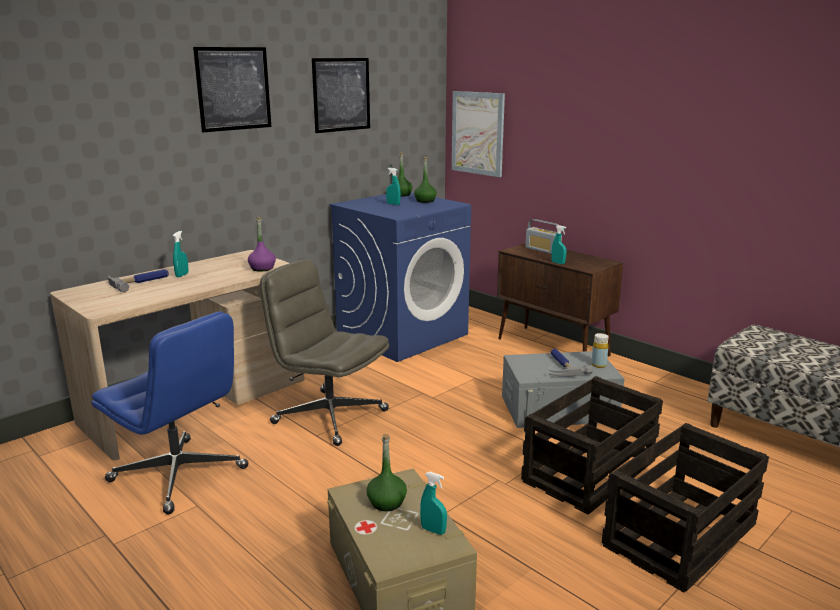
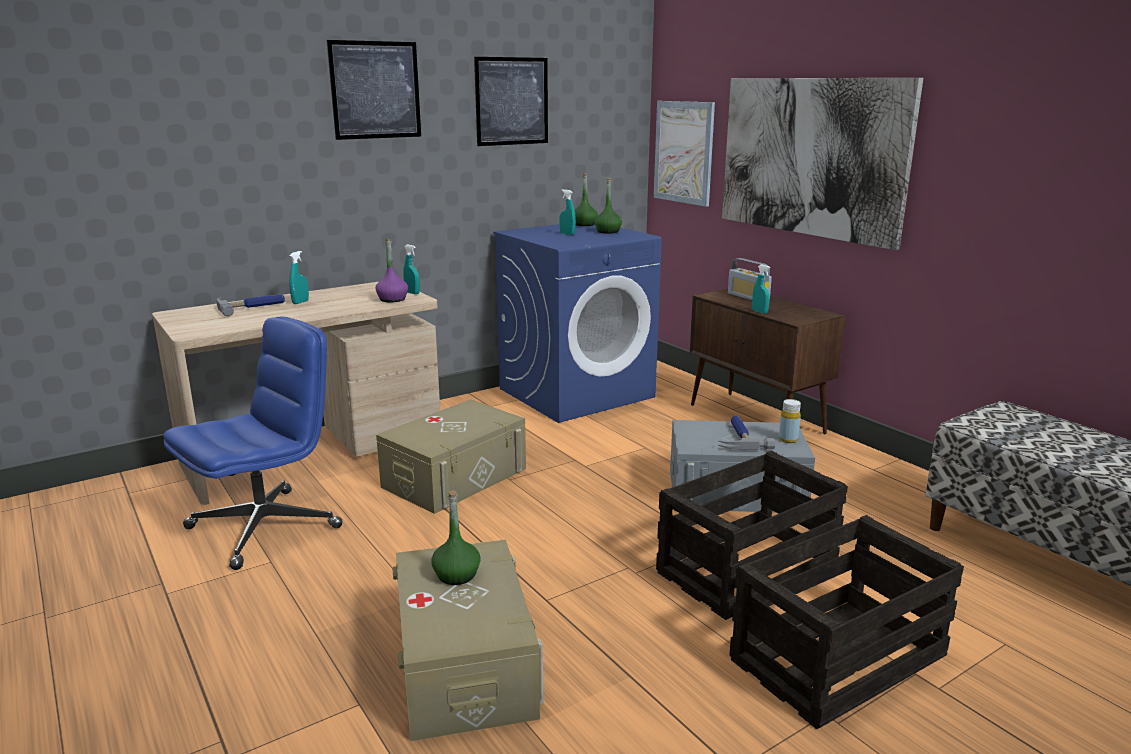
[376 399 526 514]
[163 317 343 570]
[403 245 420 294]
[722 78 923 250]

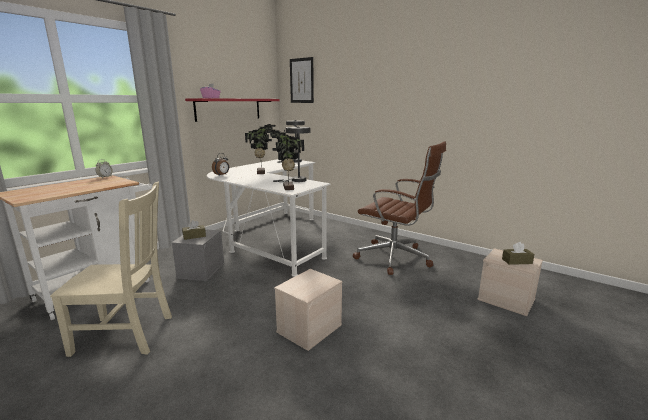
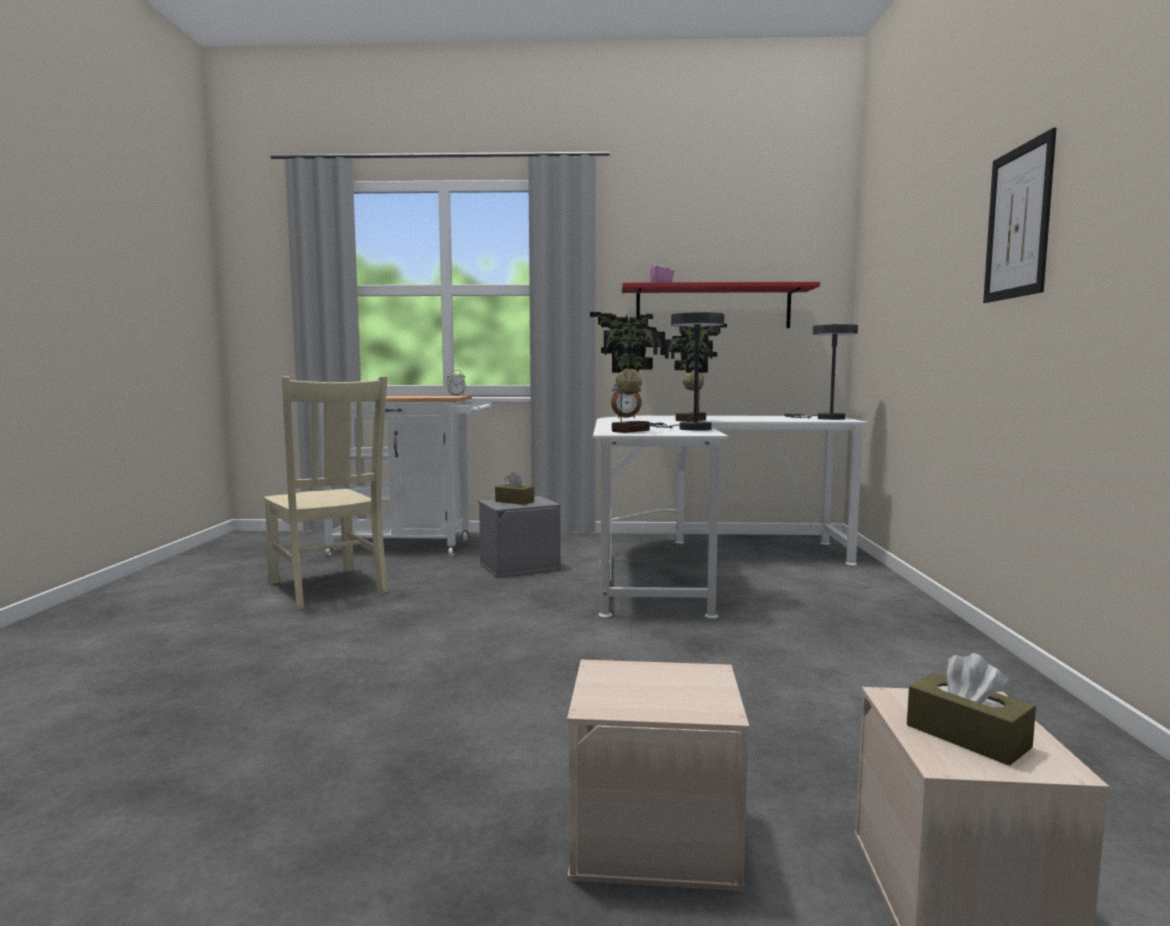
[983 128 1056 303]
[353 141 446 275] (first image)
[567 660 749 891]

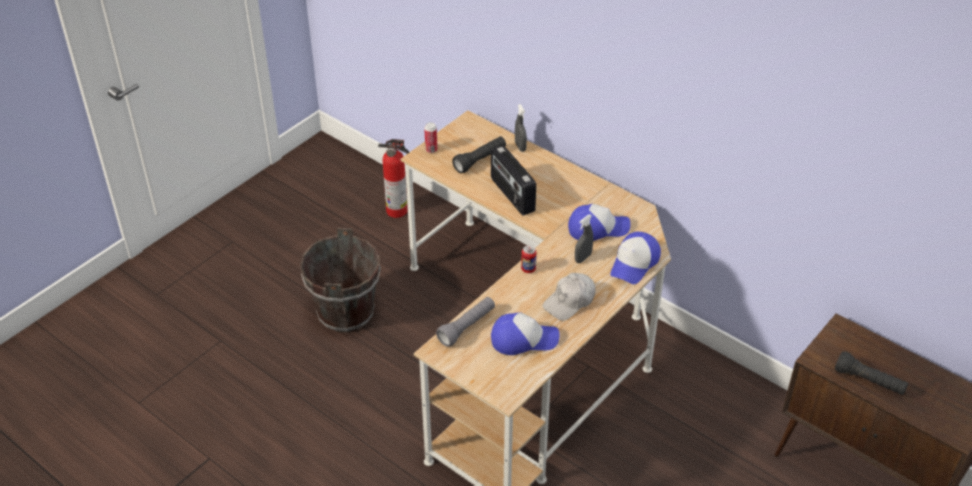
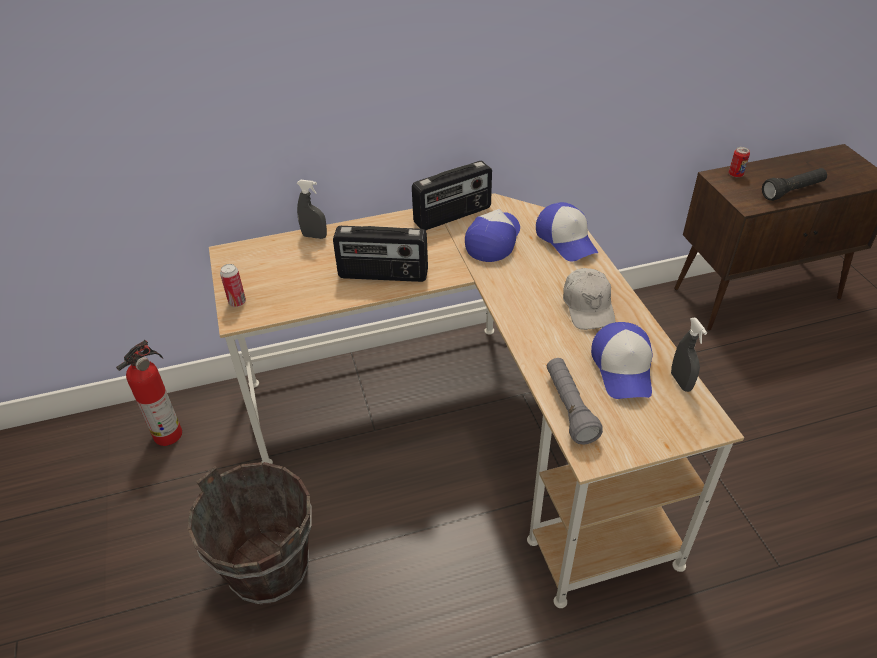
[452 136 506 173] (first image)
[671 318 707 392]
[728 147 750 177]
[591 322 652 399]
[412 161 492 231]

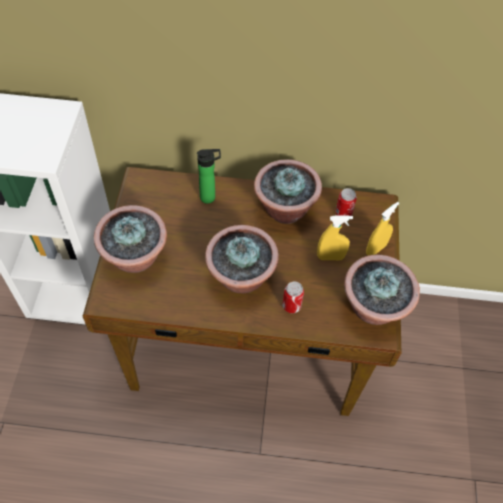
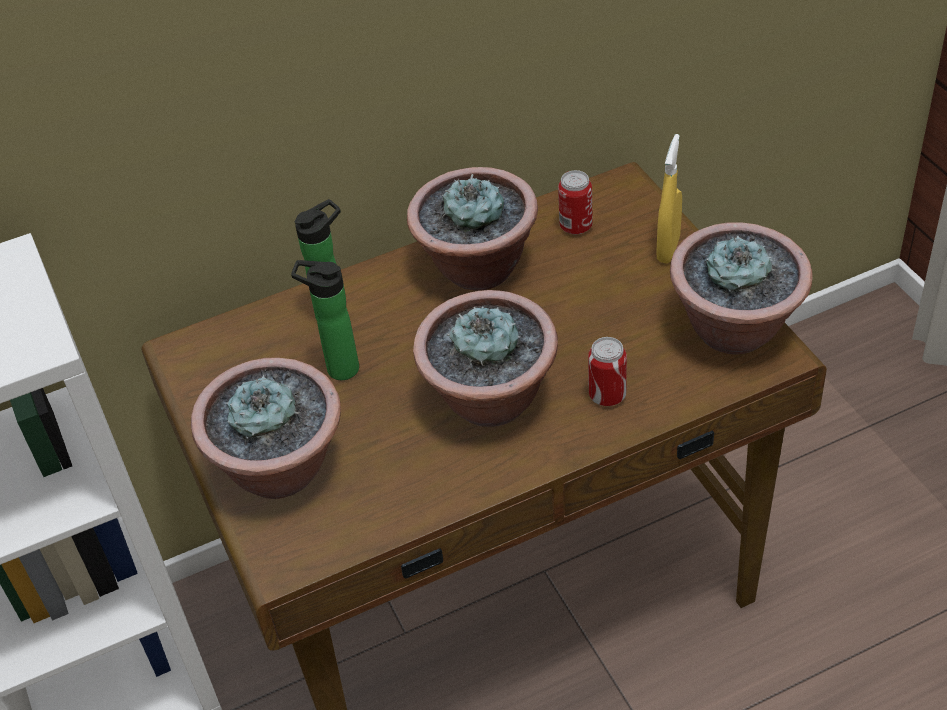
[317 215 353 260] (first image)
[291 260 359 380]

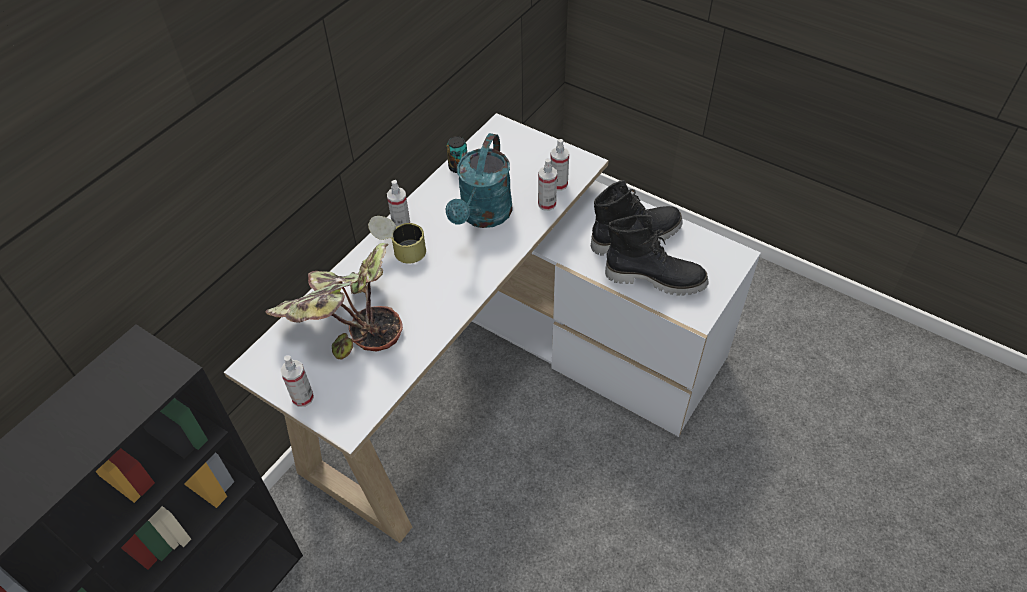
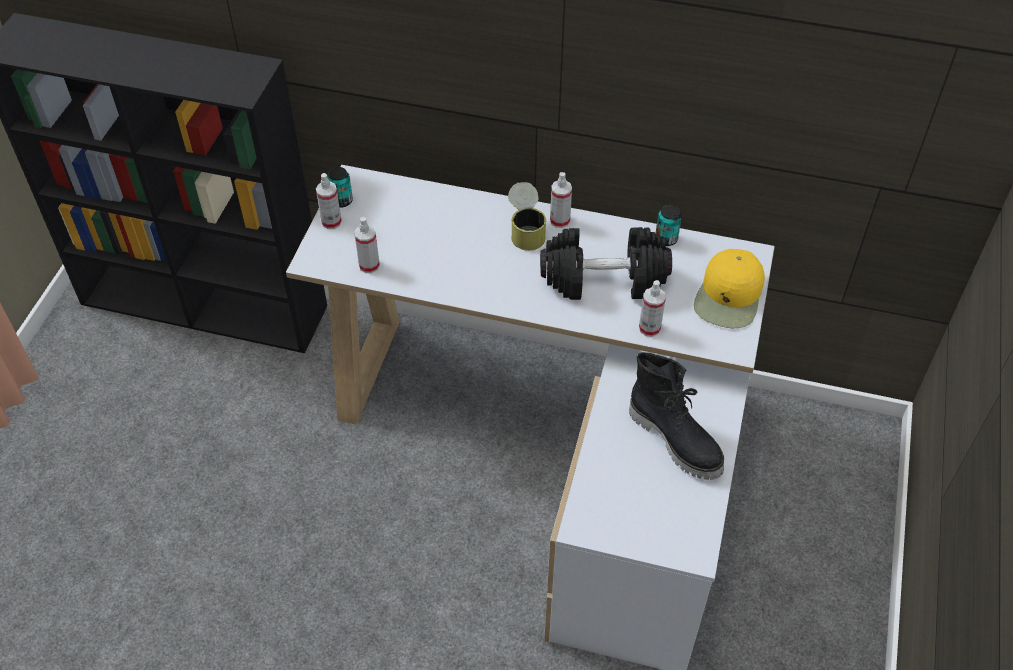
[540 227 672 300]
[354 217 380 273]
[605 215 709 296] (first image)
[265 243 403 359] (first image)
[327 167 353 208]
[694 249 765 328]

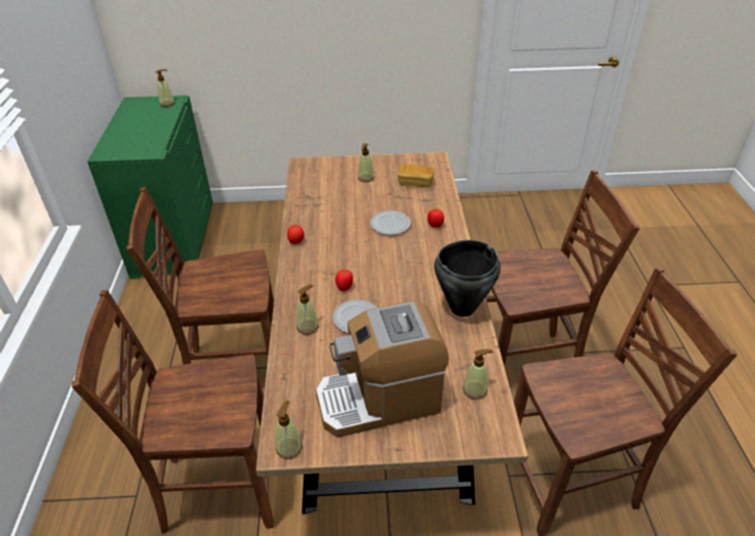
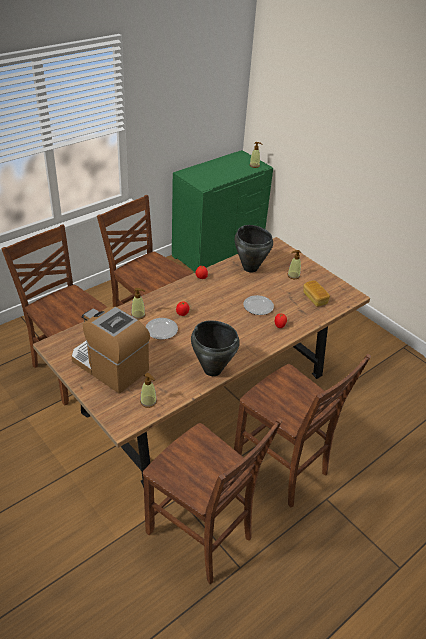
[275 401 302 459] (first image)
[234 225 273 272]

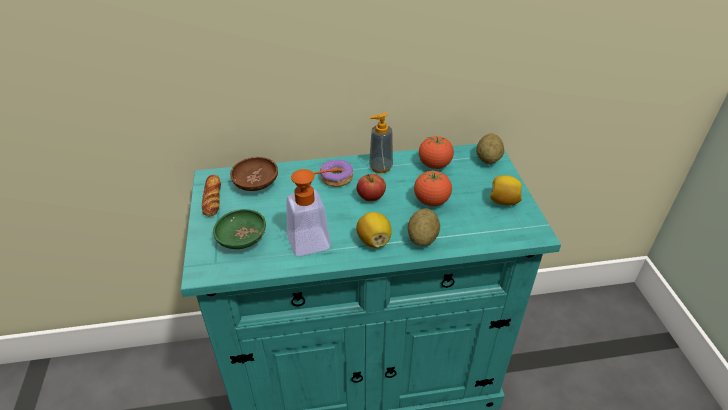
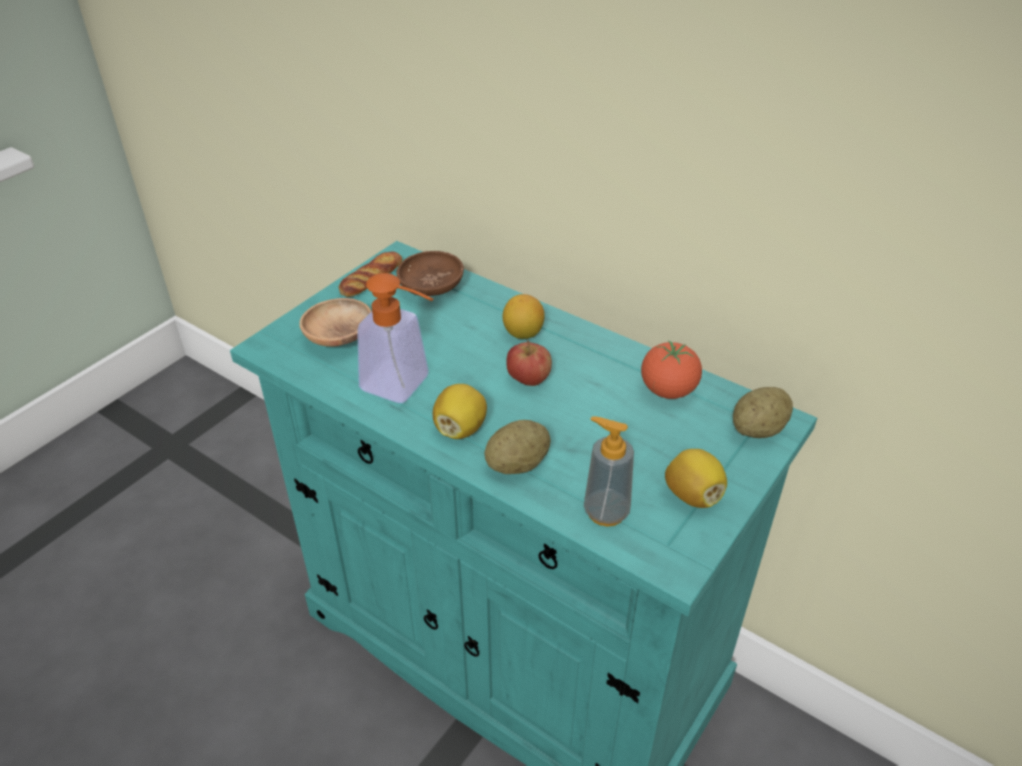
[584 416 634 527]
[502 294 545 339]
[414 170 452 206] (first image)
[299 298 372 347]

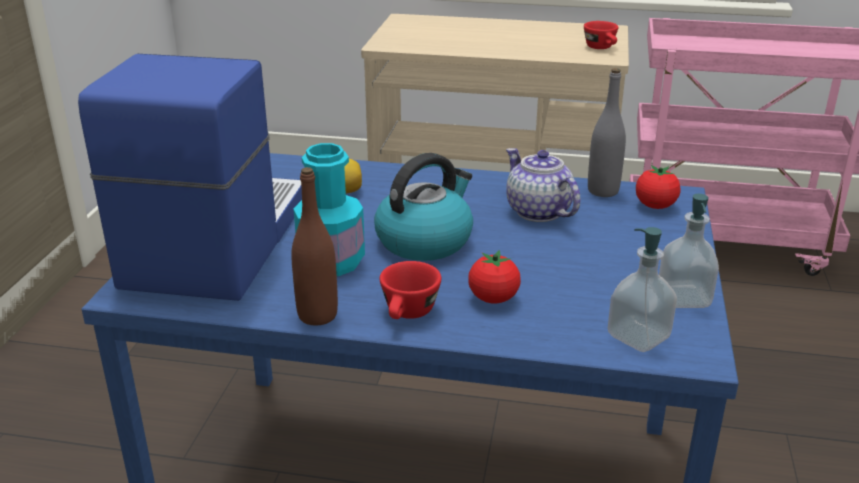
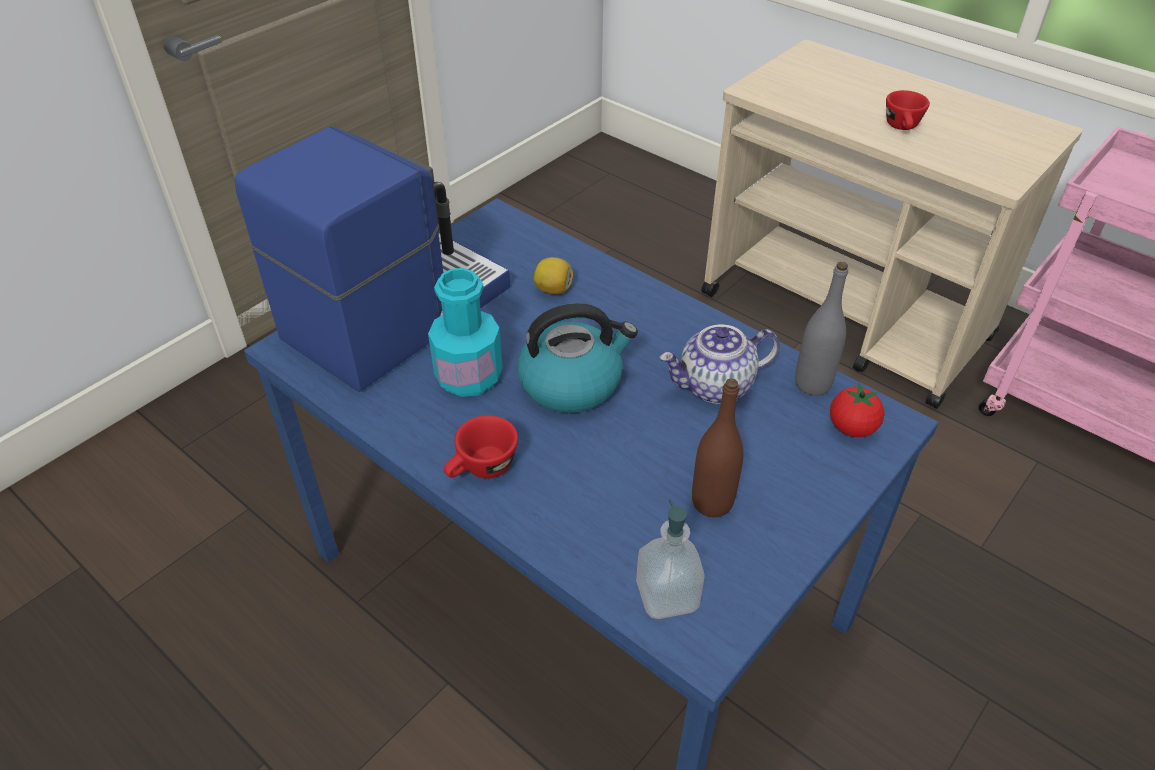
[886 90 930 130]
[660 325 780 404]
[692 379 744 517]
[659 194 719 308] (first image)
[468 250 521 303] (first image)

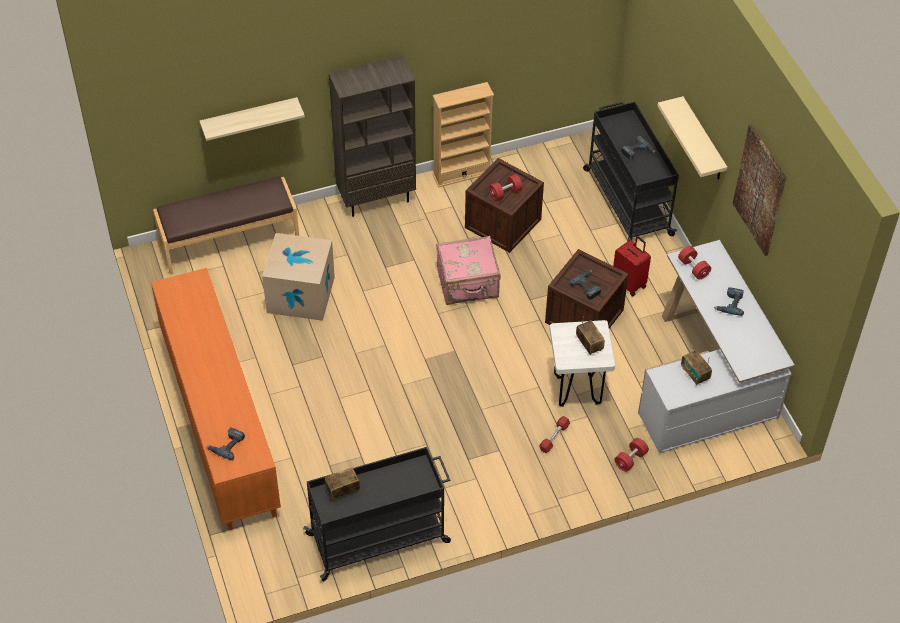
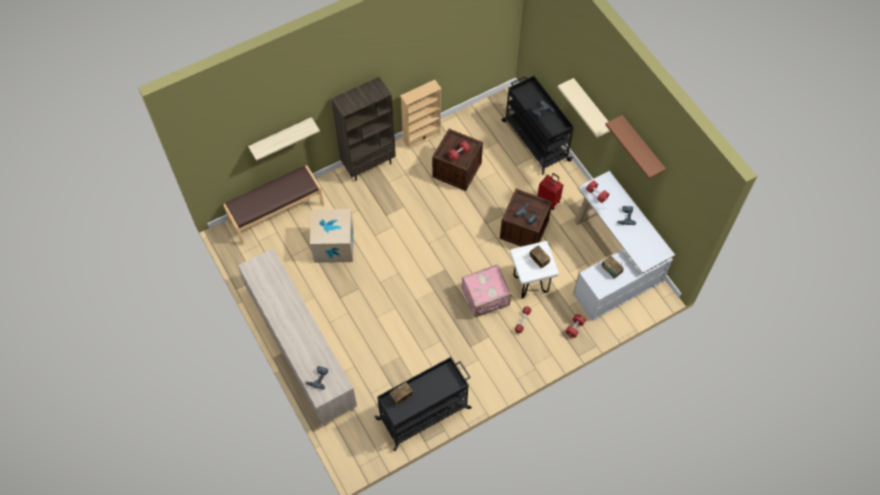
[605 115 666 179]
[462 264 512 317]
[238 248 357 426]

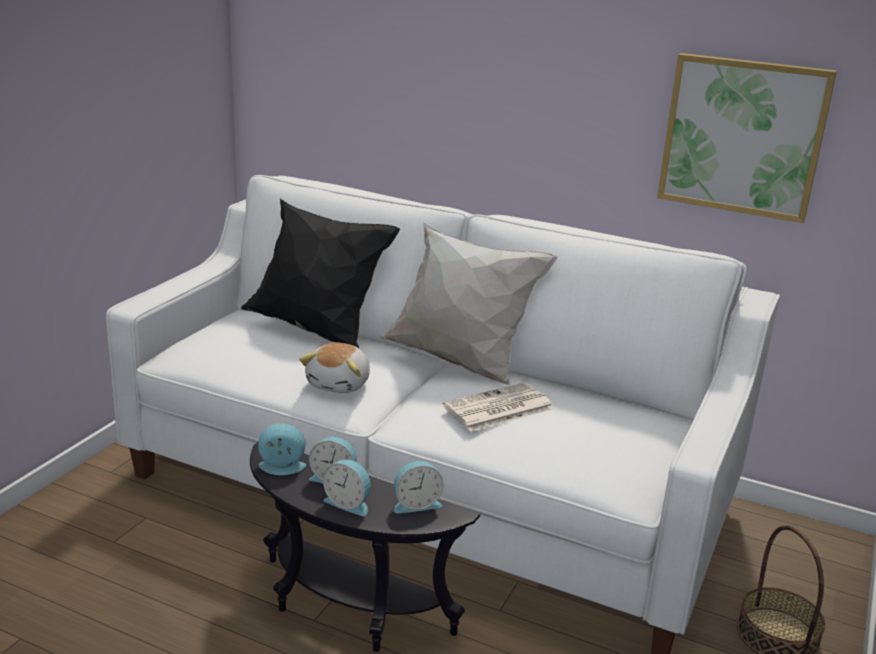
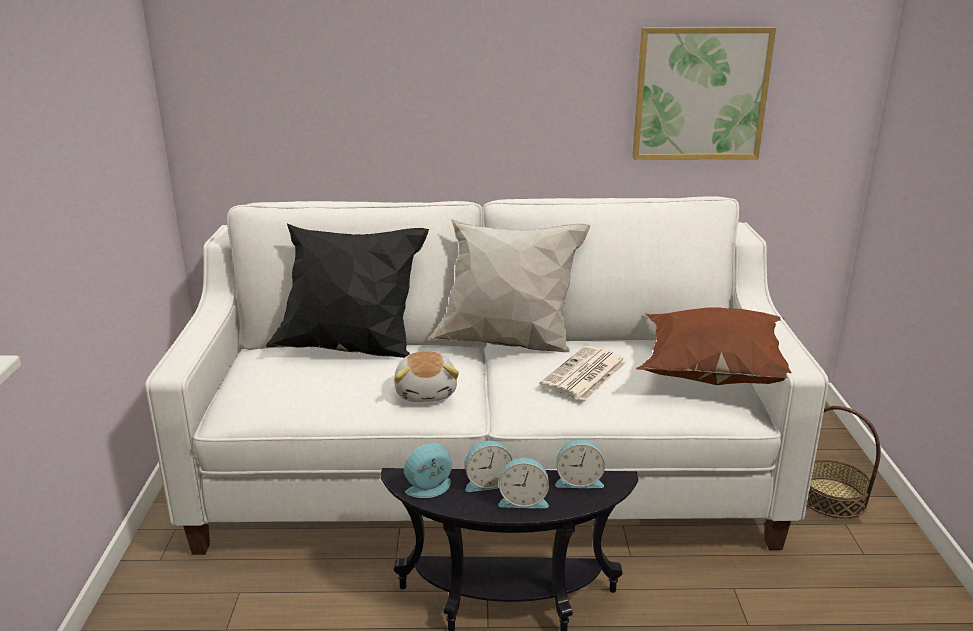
[555 439 605 488]
[636 307 792 385]

